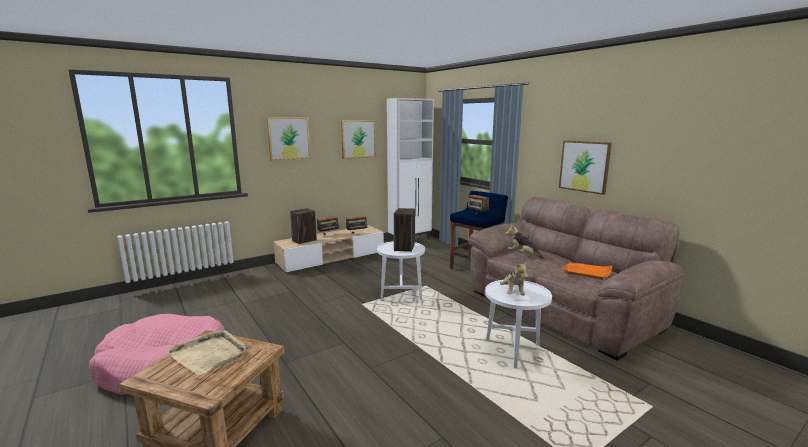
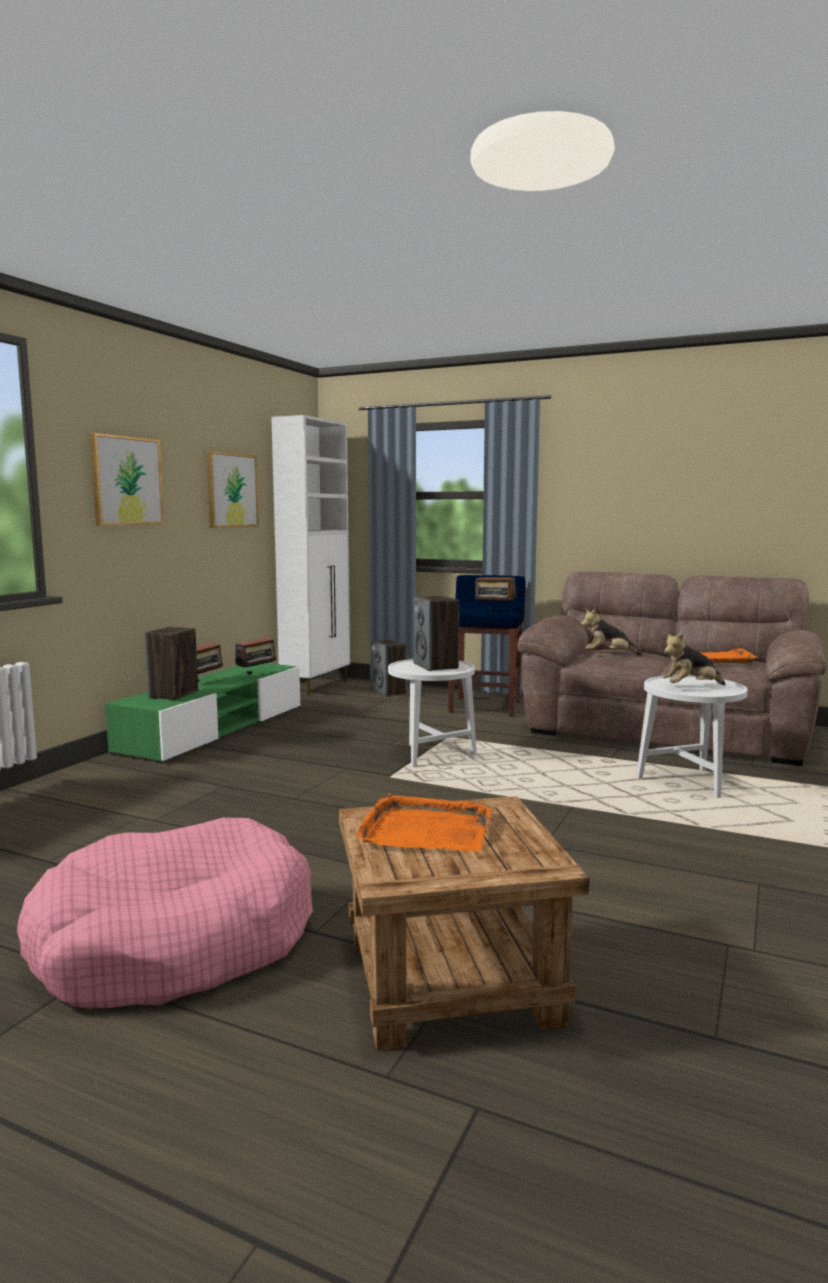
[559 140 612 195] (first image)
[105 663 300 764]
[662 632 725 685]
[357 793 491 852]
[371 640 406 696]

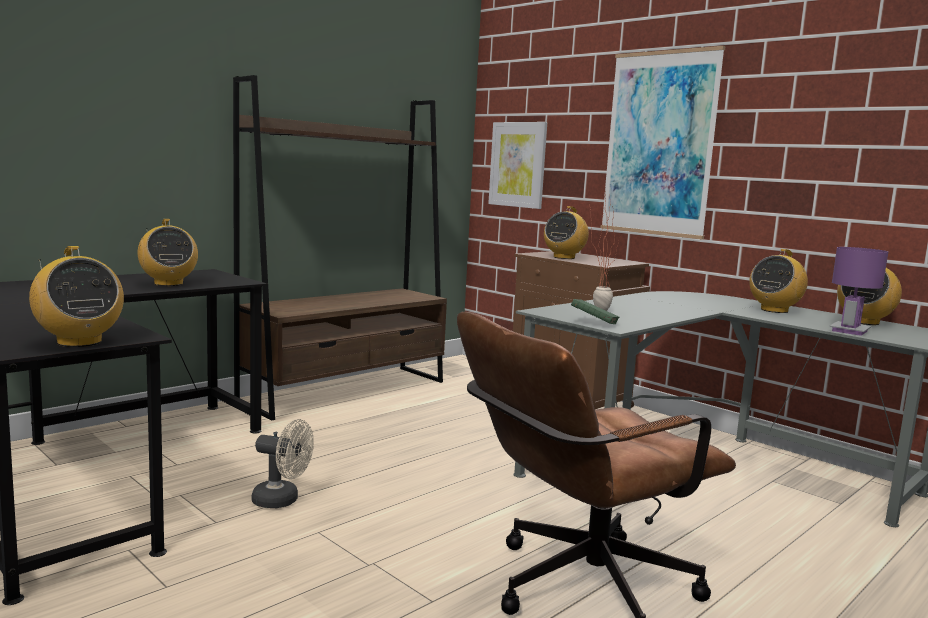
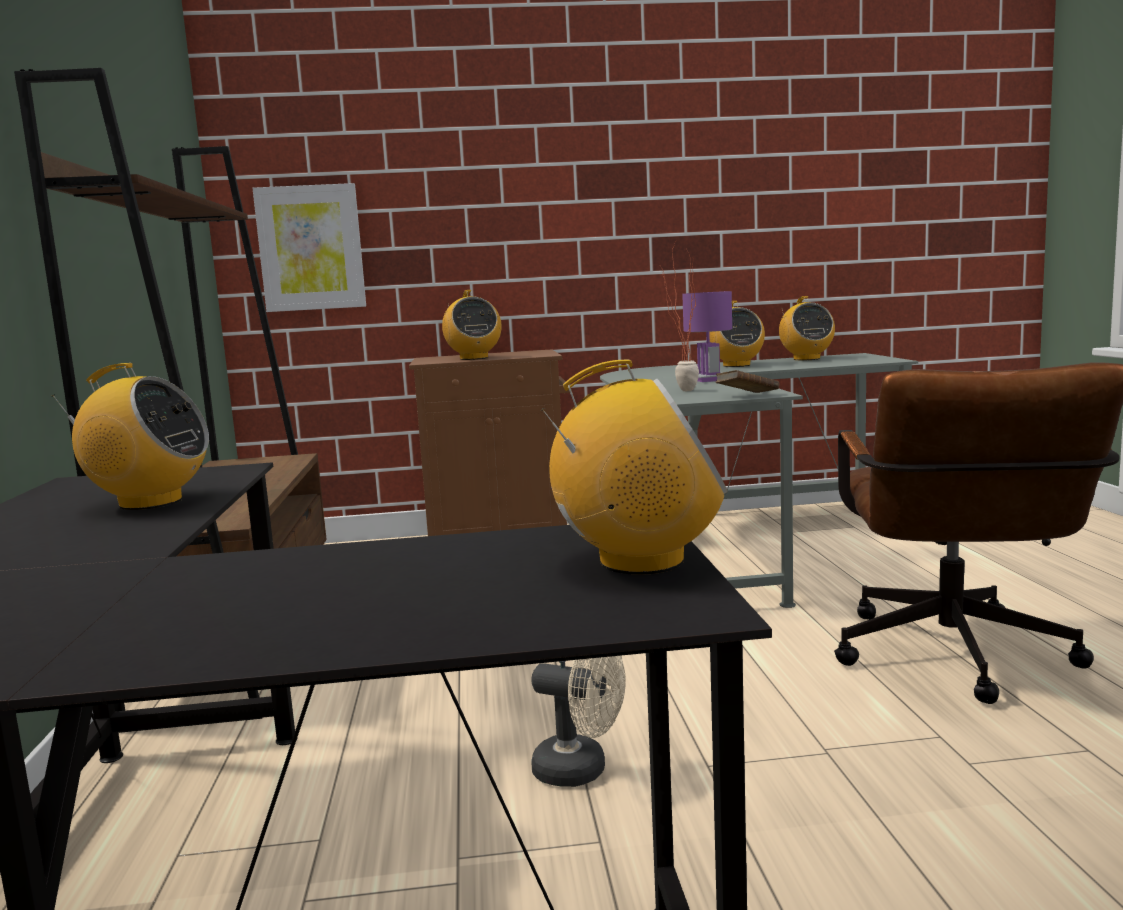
[601 46 726 239] (first image)
[682 291 732 382]
[716 370 779 393]
[531 656 626 787]

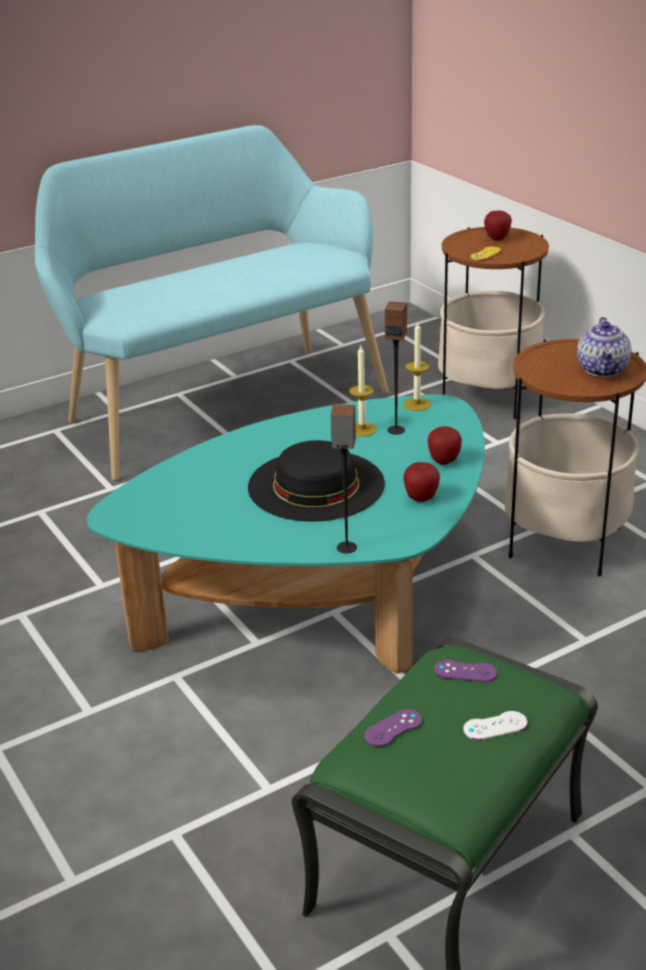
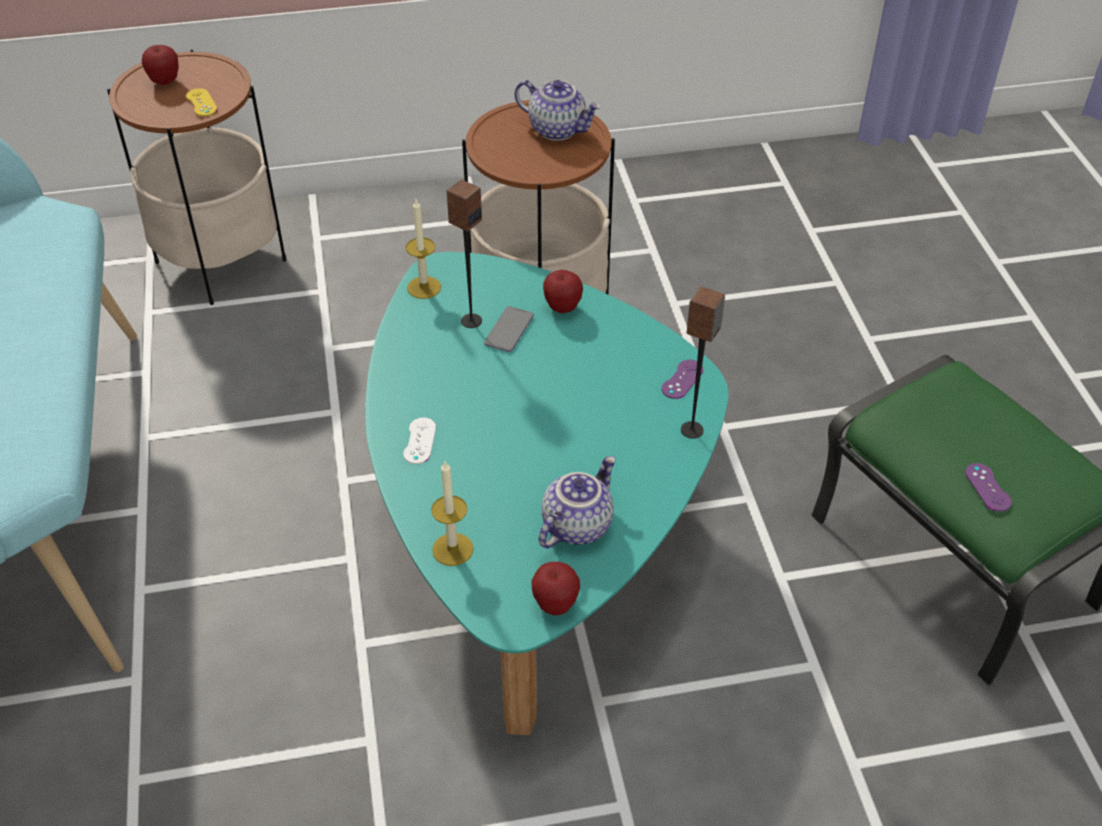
[431 462 473 566]
[248 440 385 522] (first image)
[532 562 580 615]
[662 360 703 399]
[403 418 436 464]
[484 306 534 352]
[539 456 616 548]

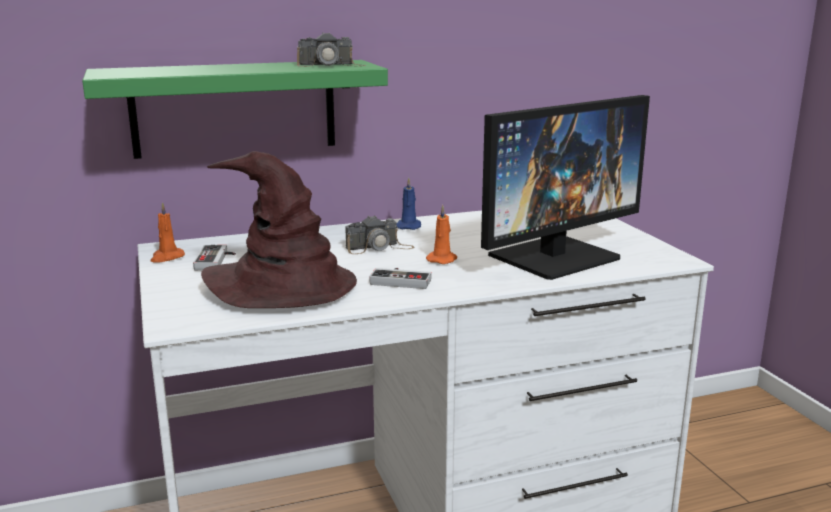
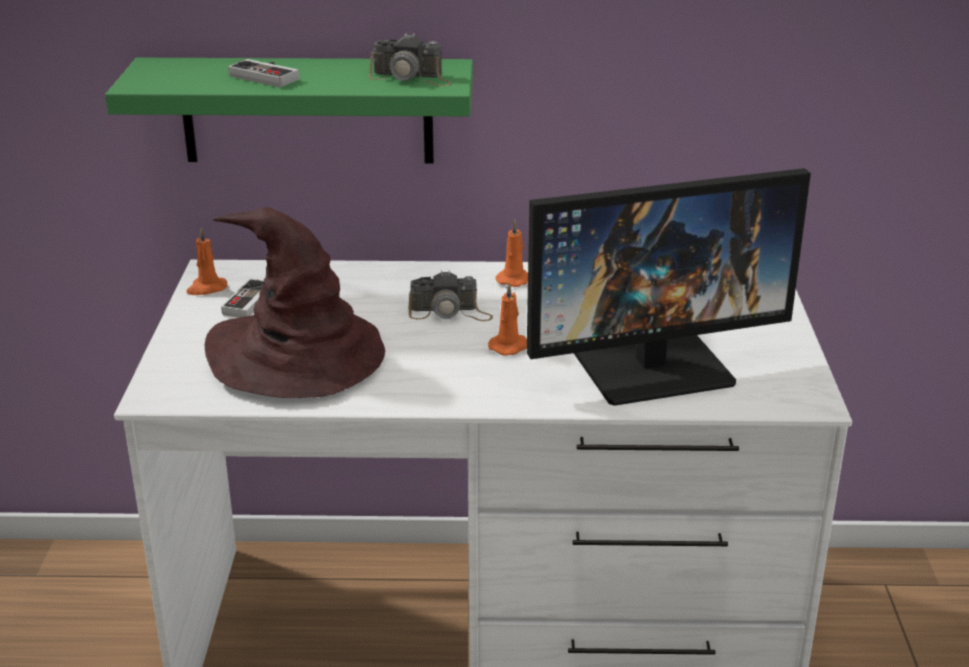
[496 220 528 287]
[228 59 299 87]

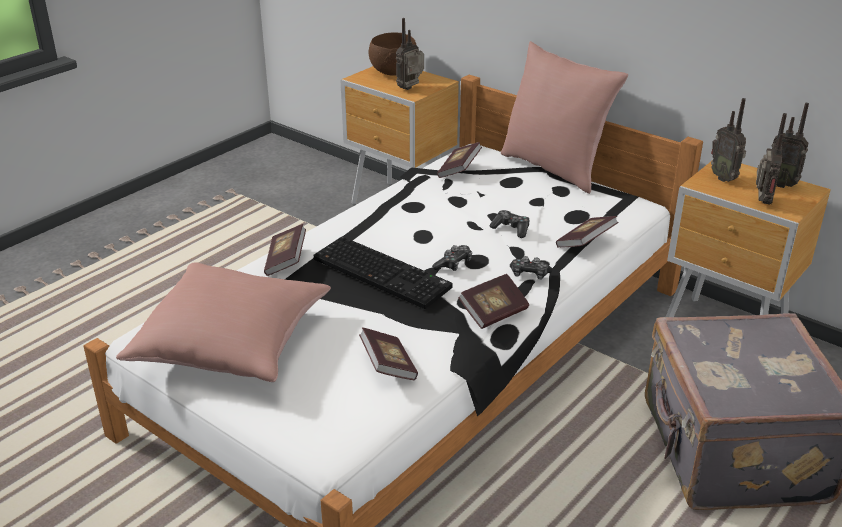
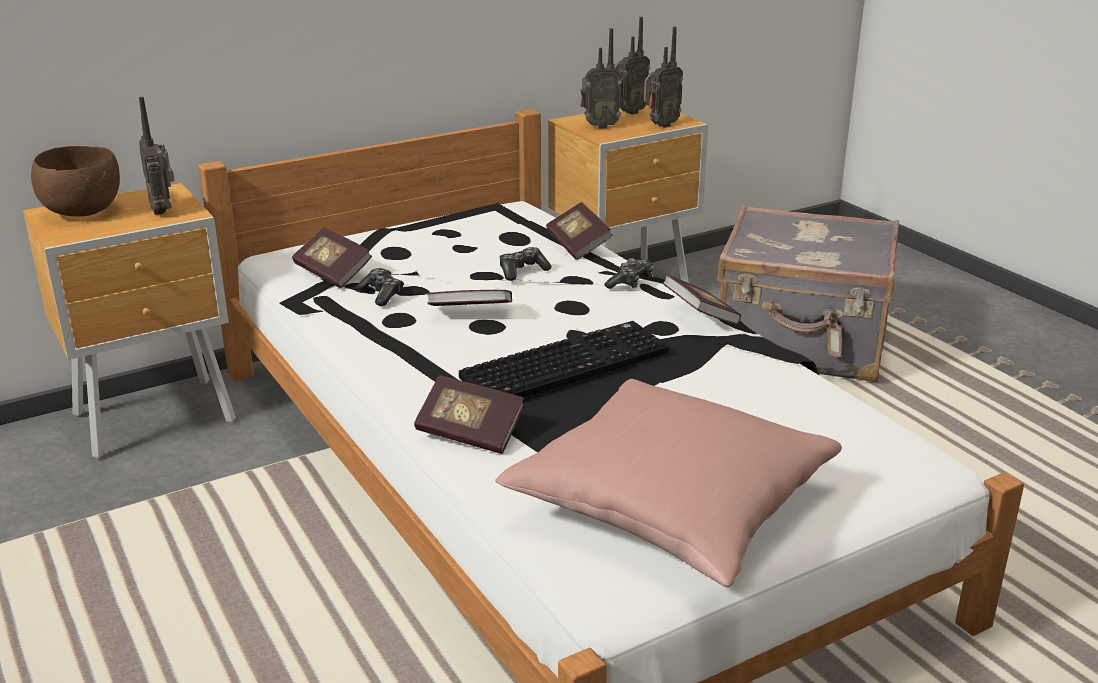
[501 41 628 194] (first image)
[644 27 683 128]
[357 268 404 306]
[426 290 512 306]

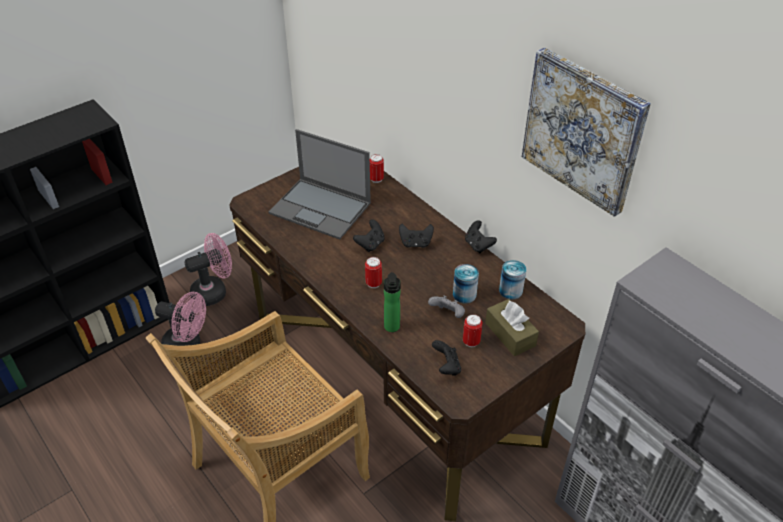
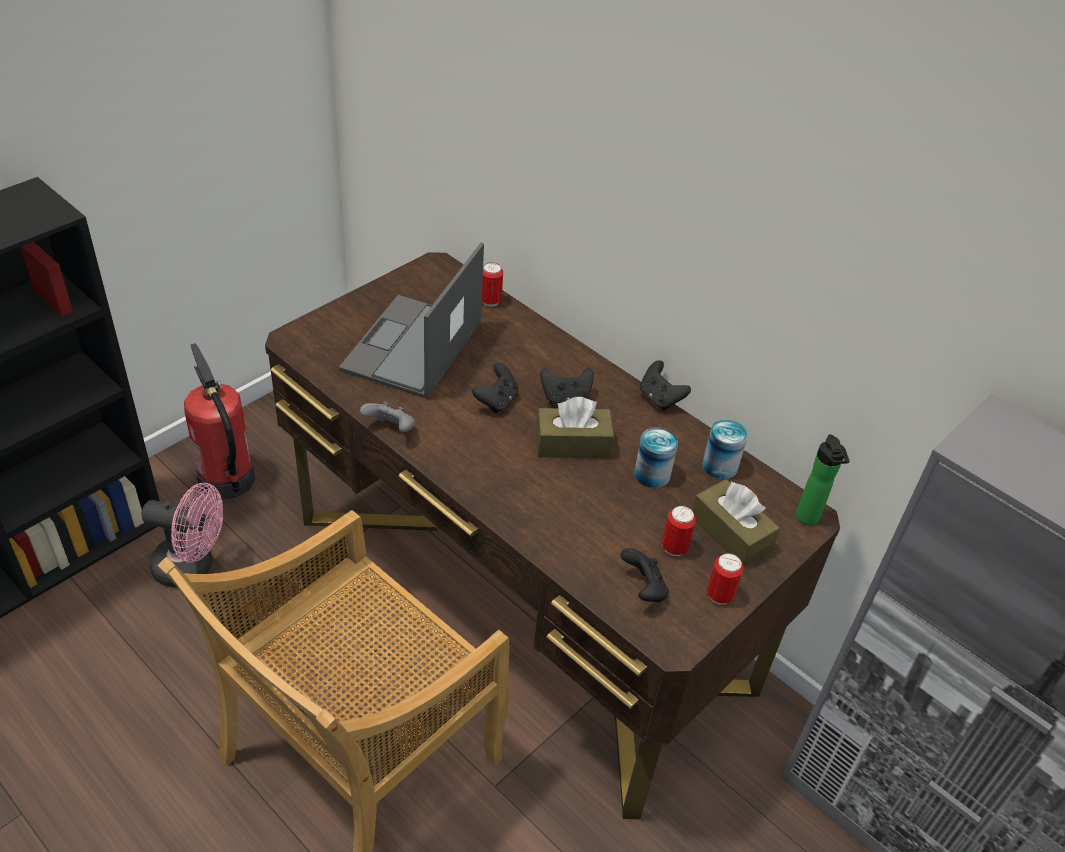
[522 48 651 217] (first image)
[339 242 484 399]
[184 343 255 500]
[707 553 743 605]
[796 434 849 525]
[360 402 415 433]
[536 397 614 458]

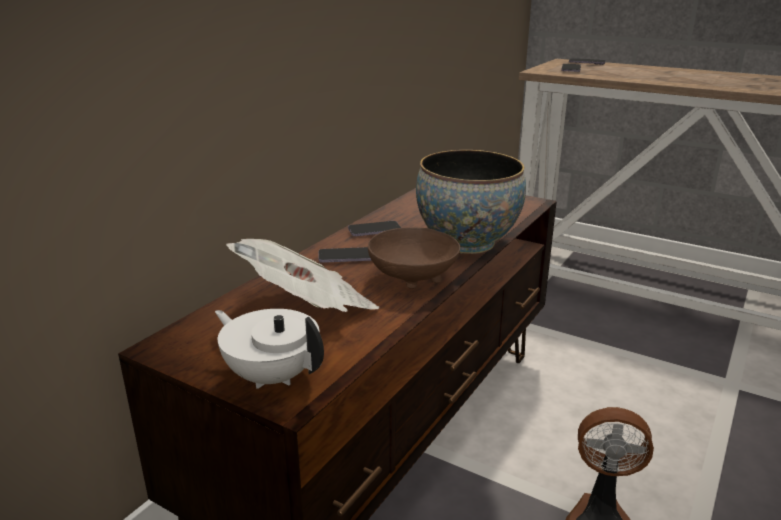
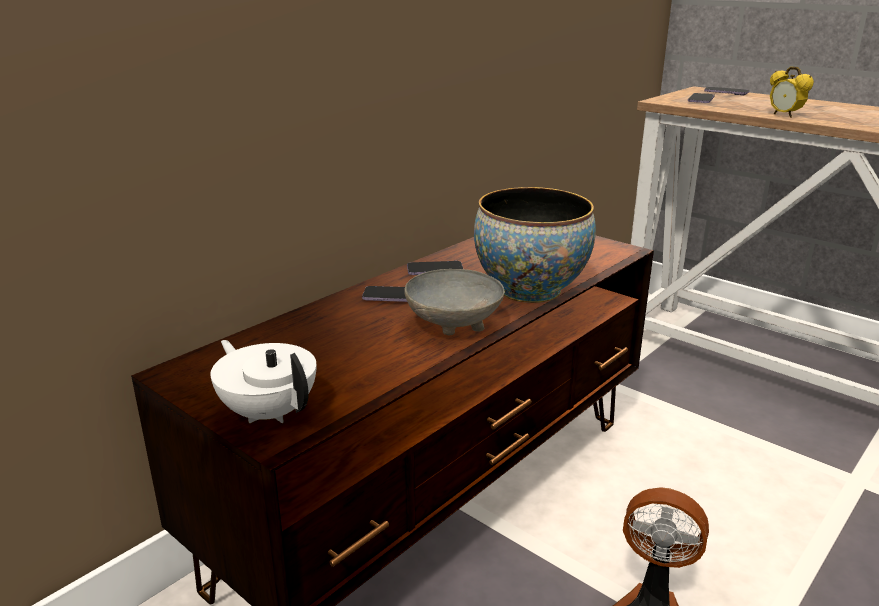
[404 269 505 335]
[226 239 379 312] (first image)
[770 66 814 118]

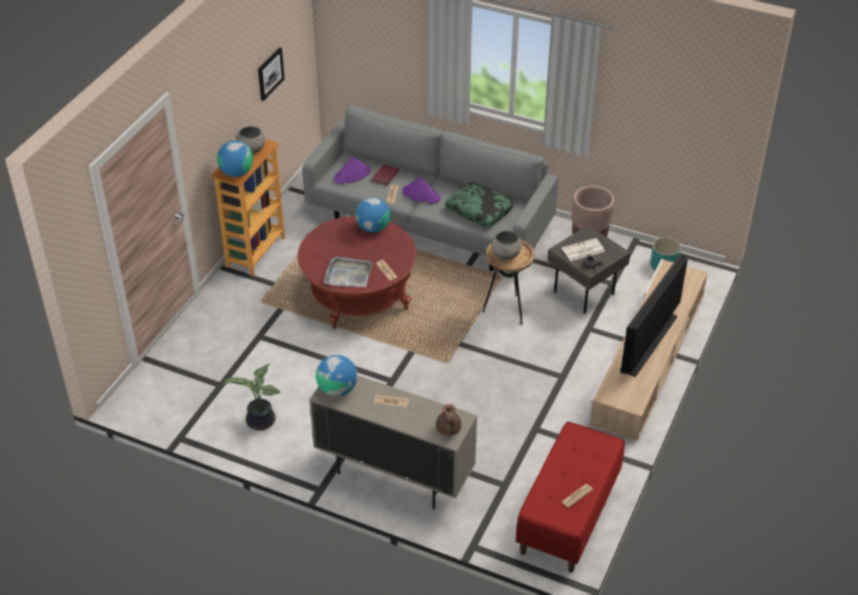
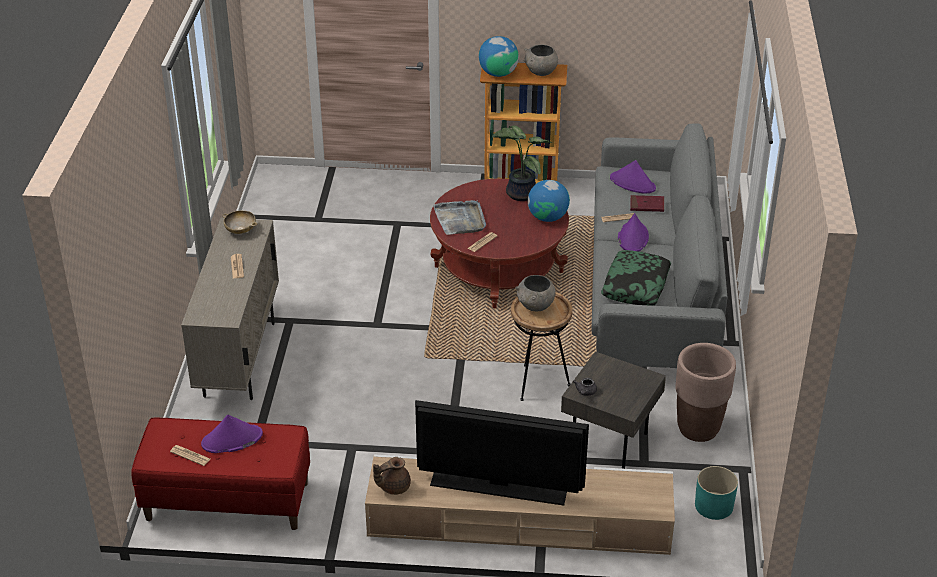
[258 47 285 101] (first image)
[562 238 605 261] (first image)
[222 211 258 234]
[492 125 553 201]
[373 457 411 495]
[201 415 263 453]

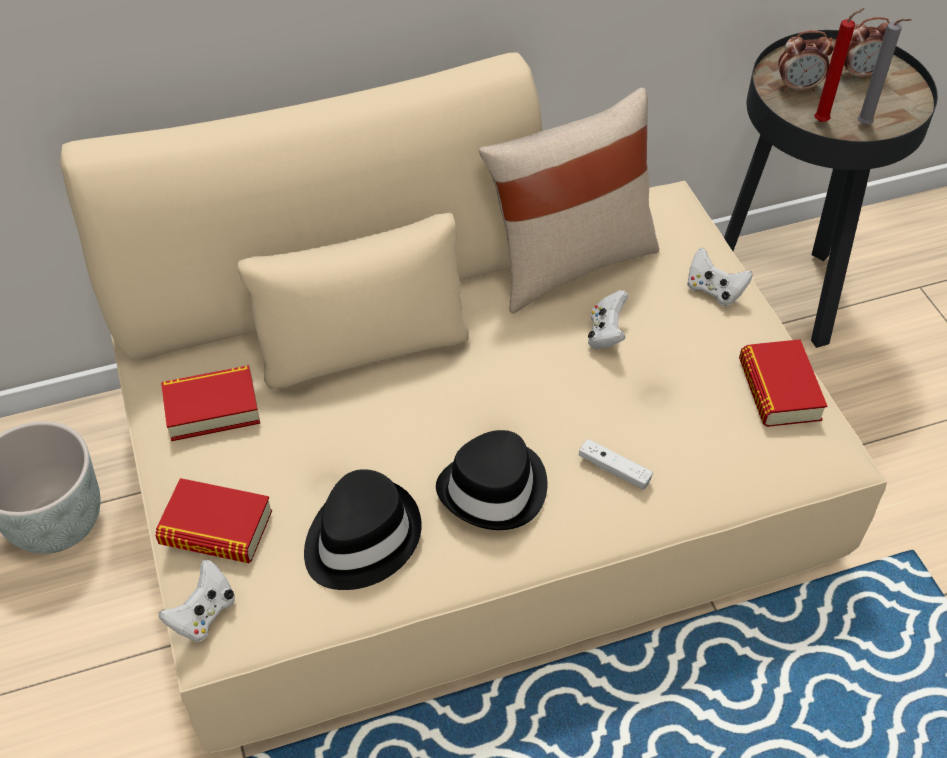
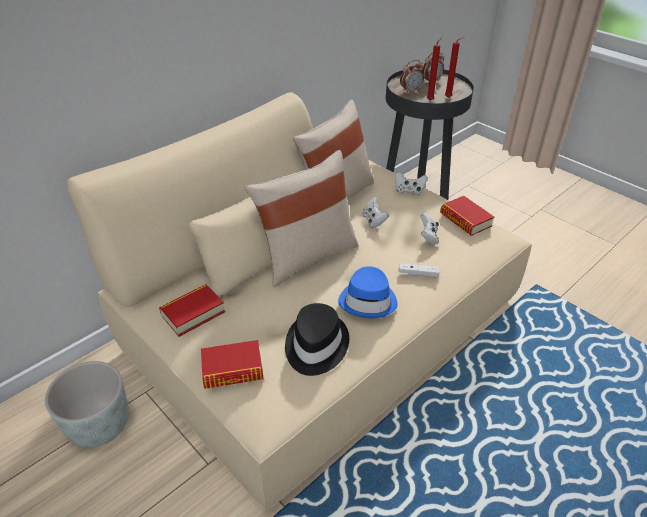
[445 37 464 98]
[338 266 398 318]
[420 213 439 245]
[245 150 358 288]

